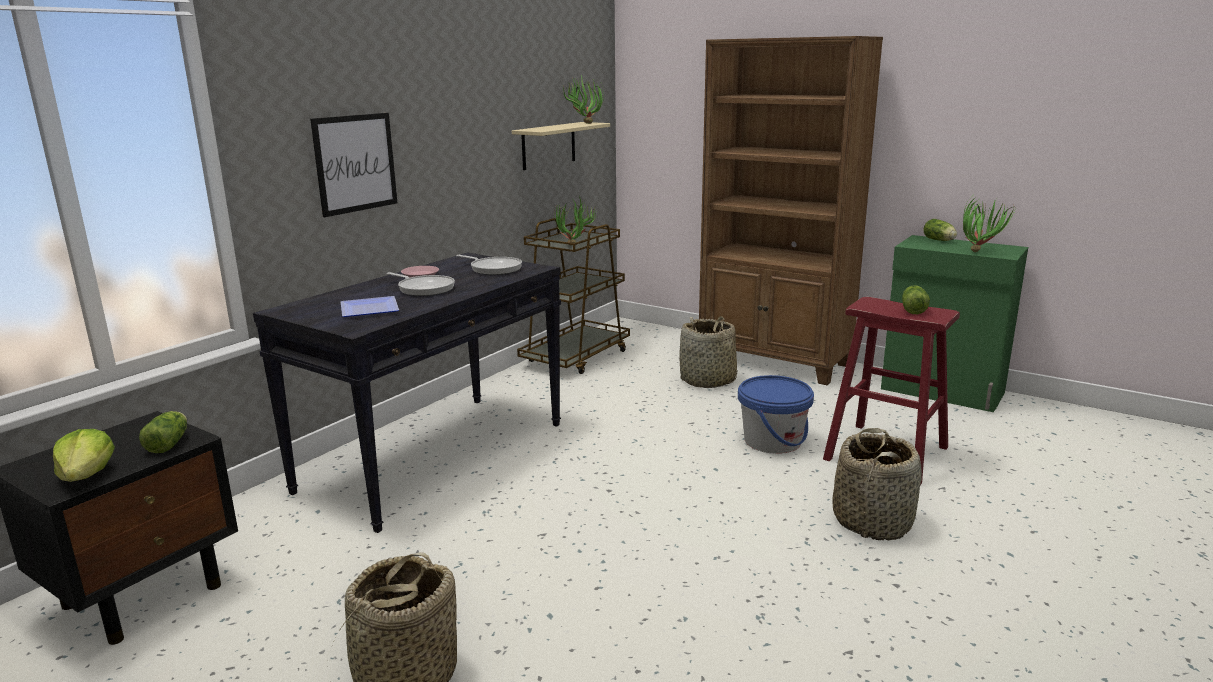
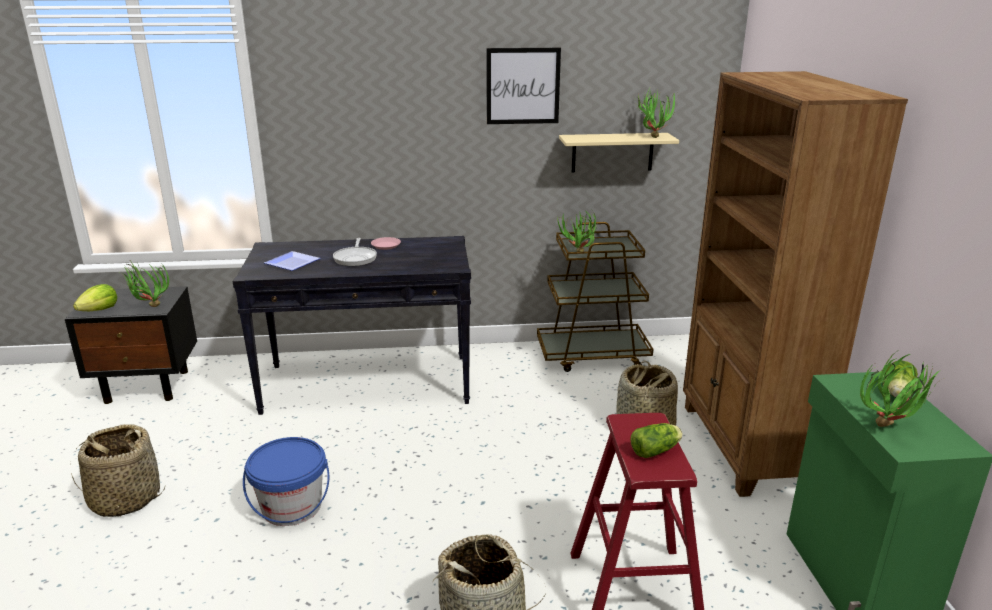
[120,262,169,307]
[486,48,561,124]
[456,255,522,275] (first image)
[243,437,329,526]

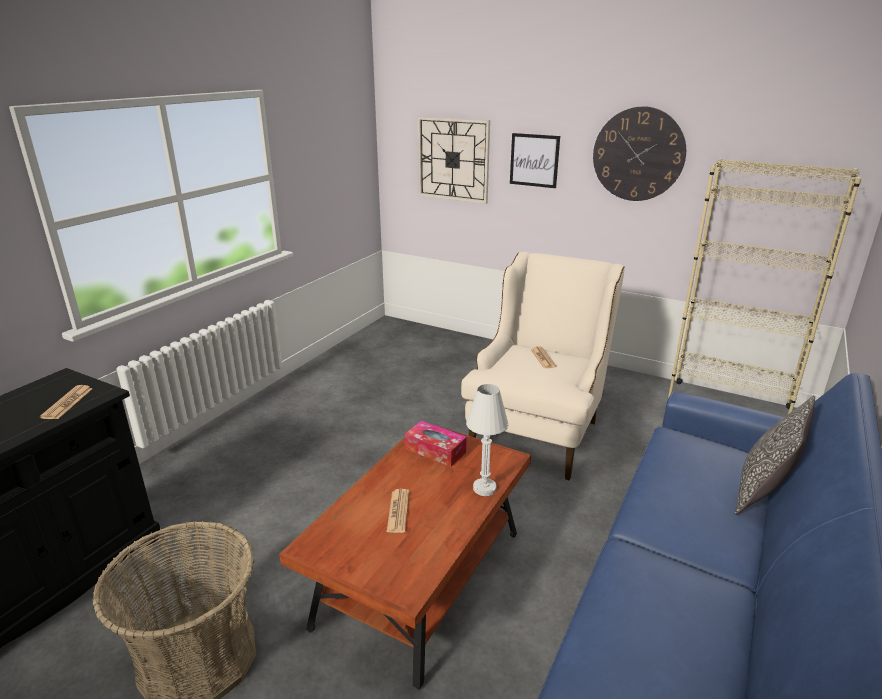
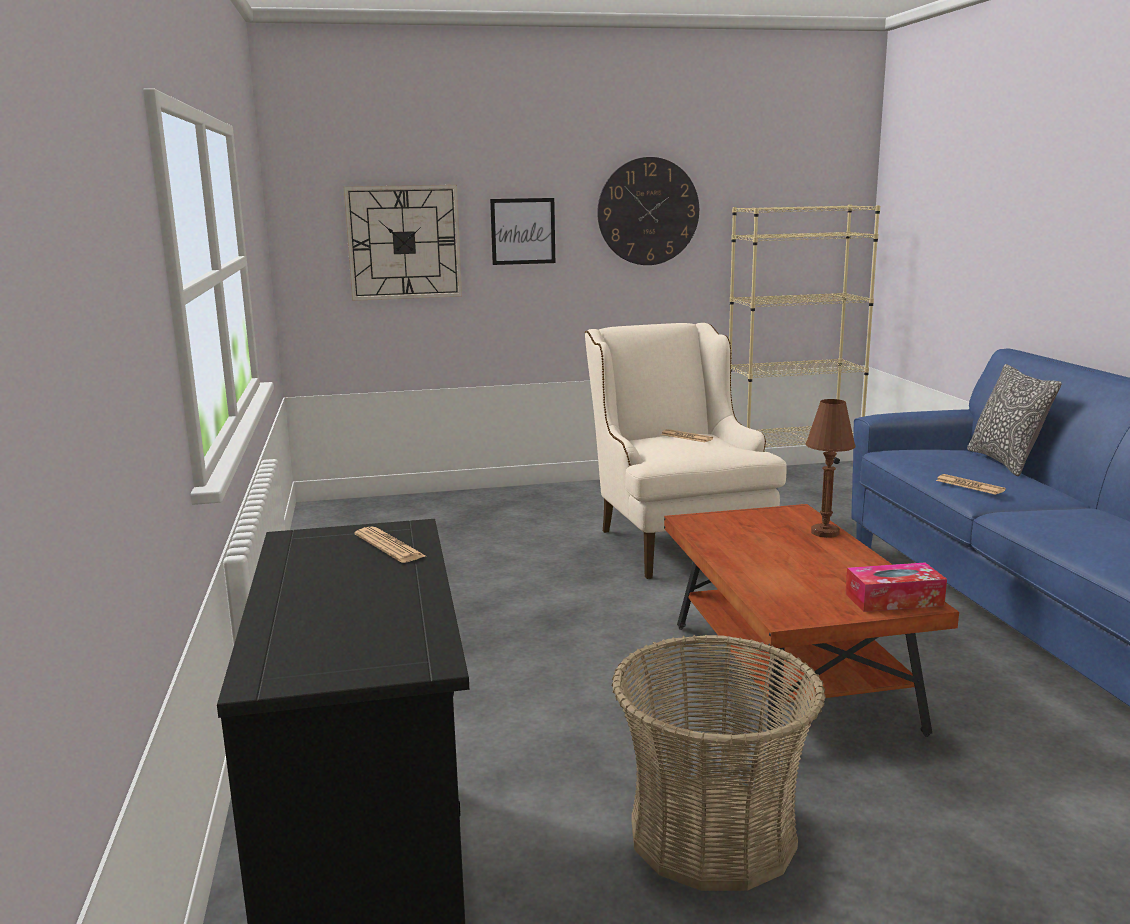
[936,474,1006,495]
[845,562,947,612]
[806,399,856,538]

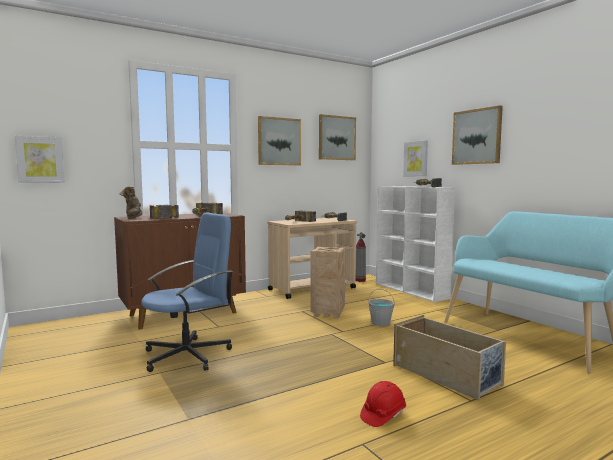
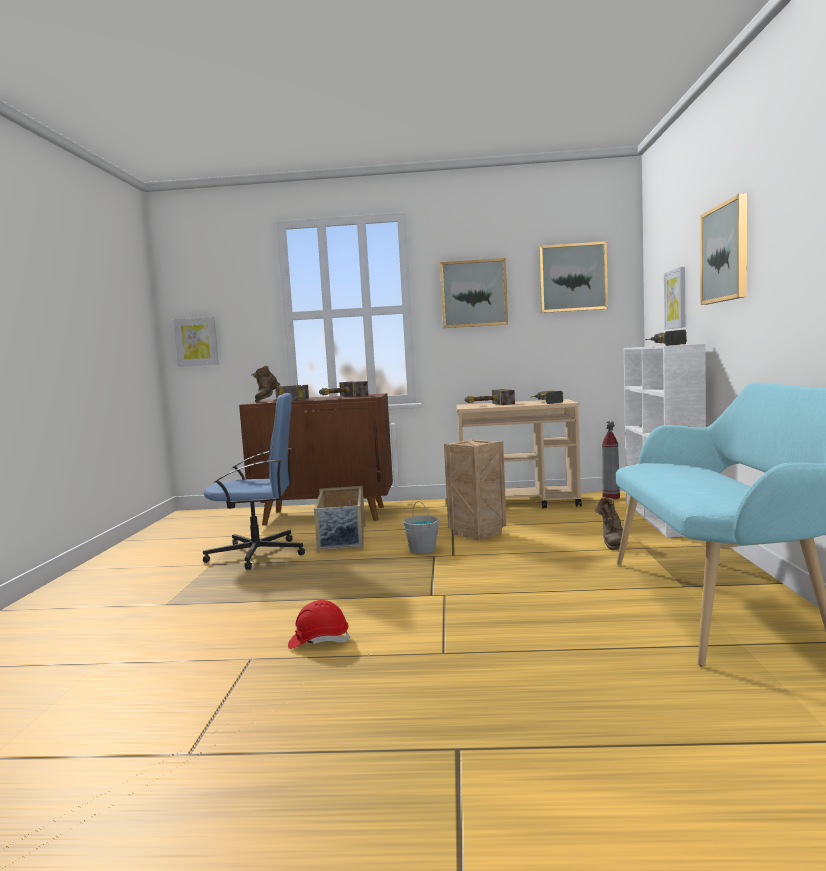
[403,501,439,554]
[314,486,365,552]
[595,497,623,550]

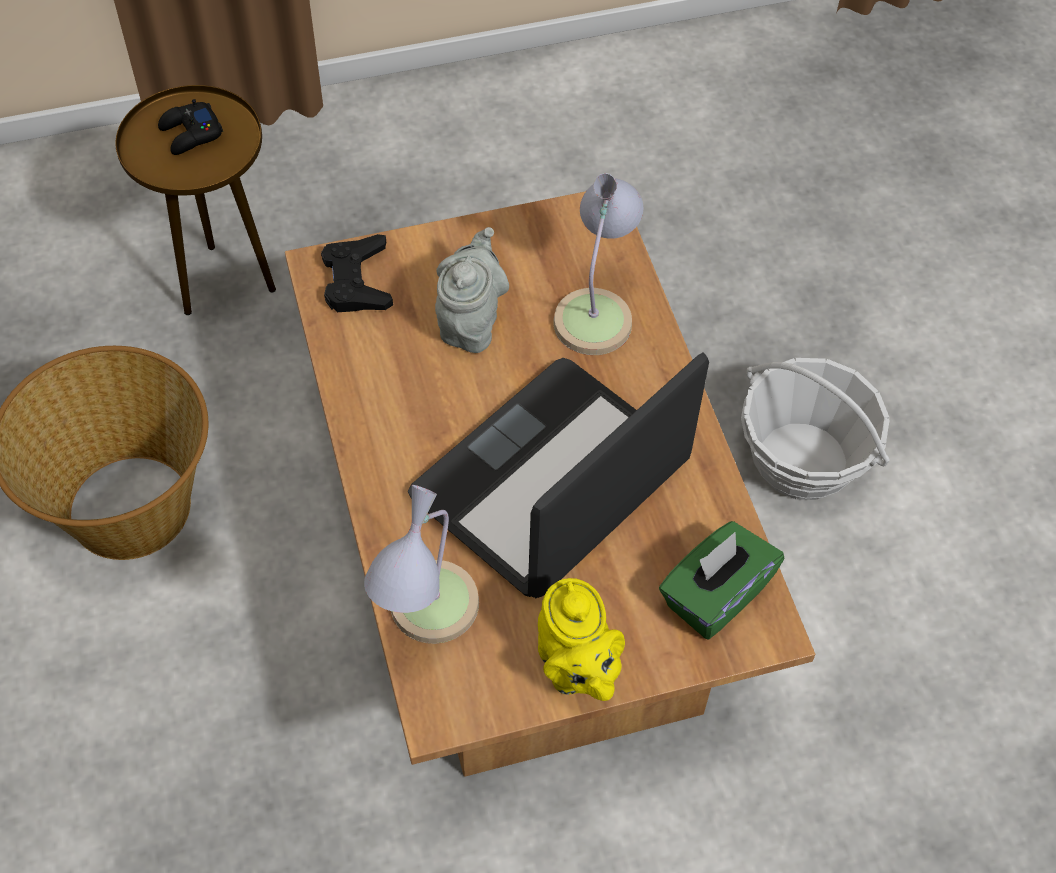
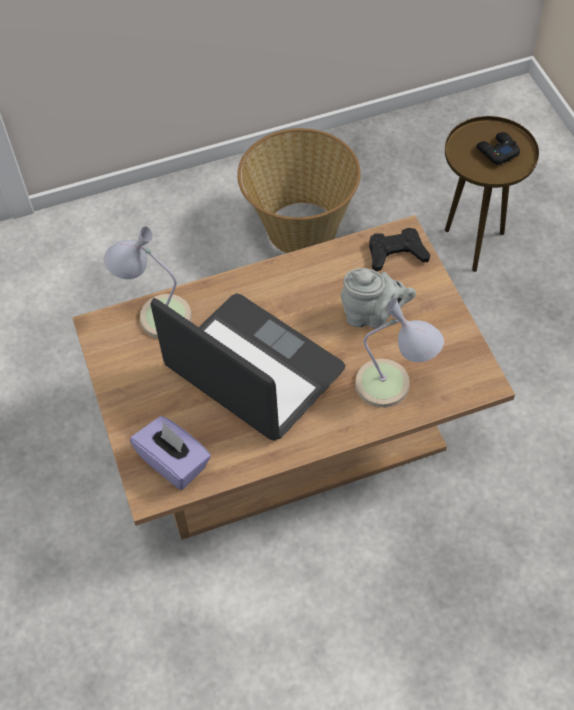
[538,578,625,701] (first image)
[130,416,211,490]
[741,358,890,500] (first image)

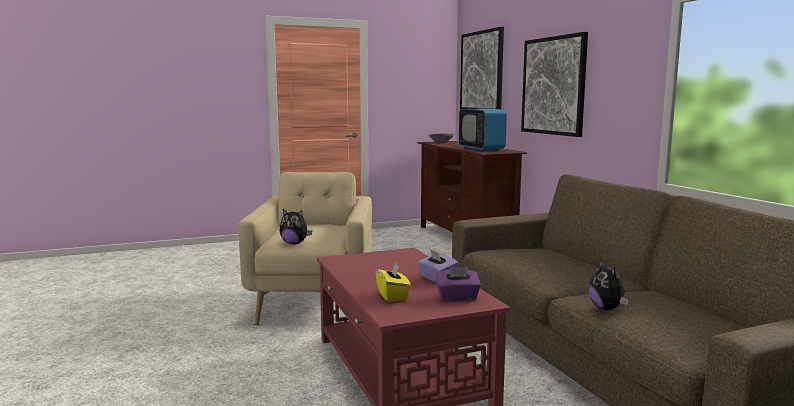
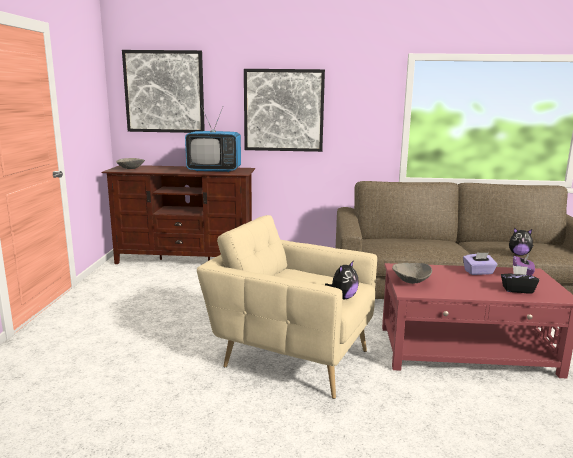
[501,266,539,293]
[392,263,432,284]

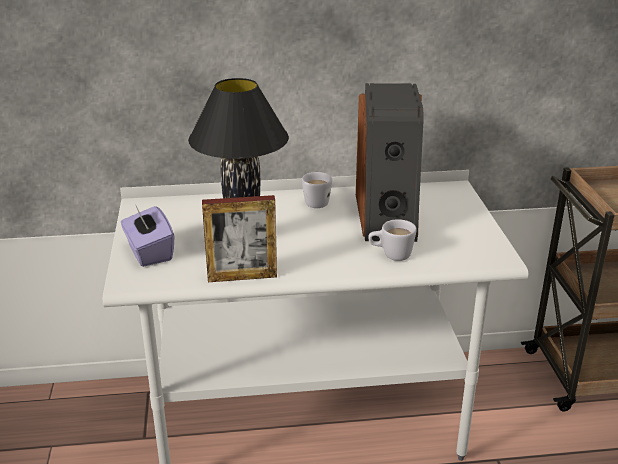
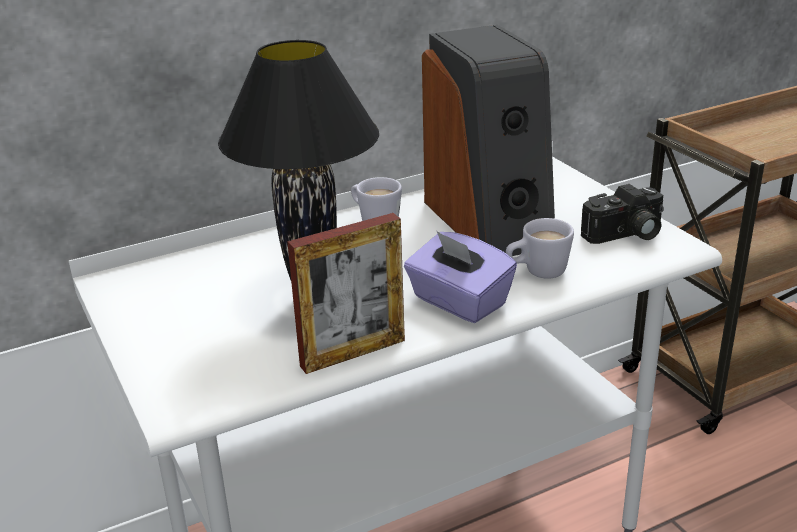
[404,231,517,323]
[581,184,664,244]

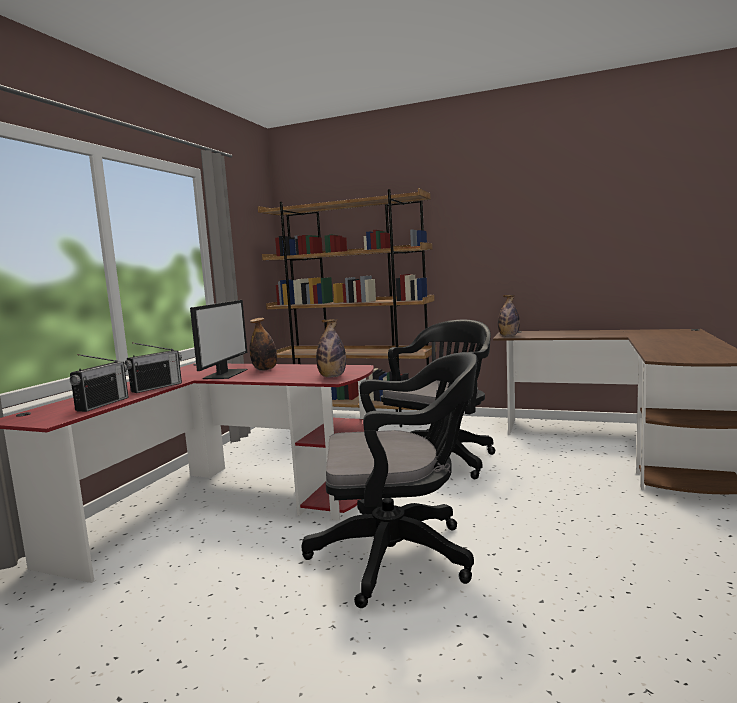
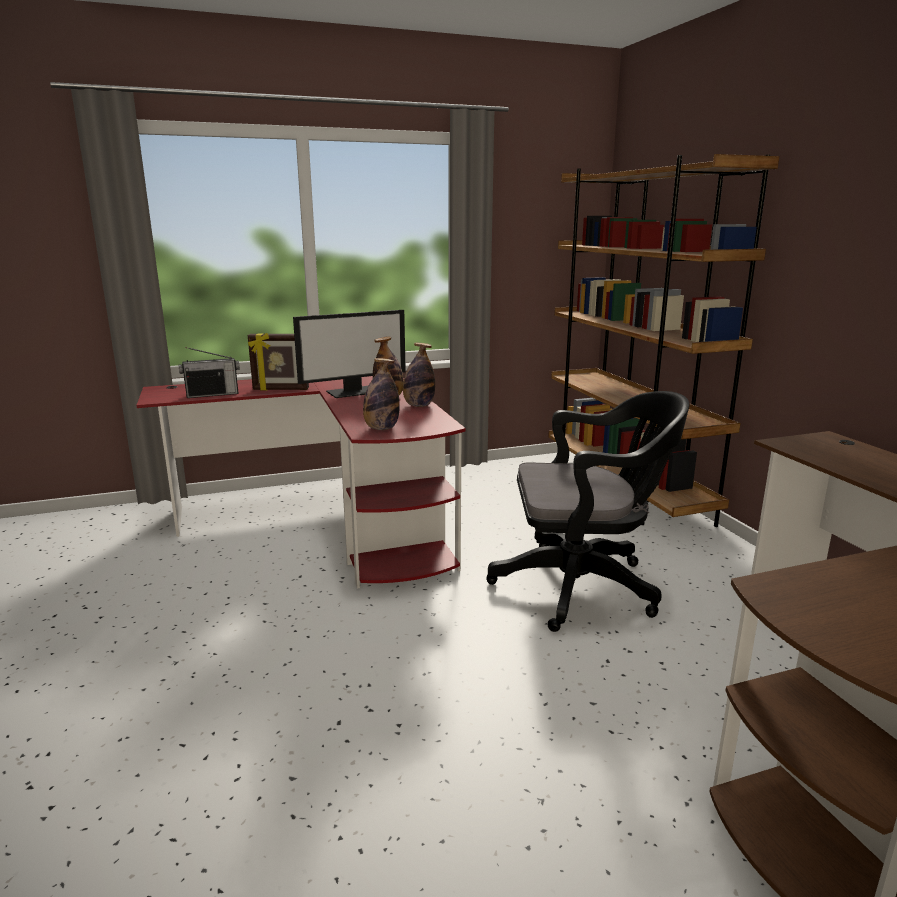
[248,333,309,390]
[302,352,478,608] (first image)
[403,343,435,407]

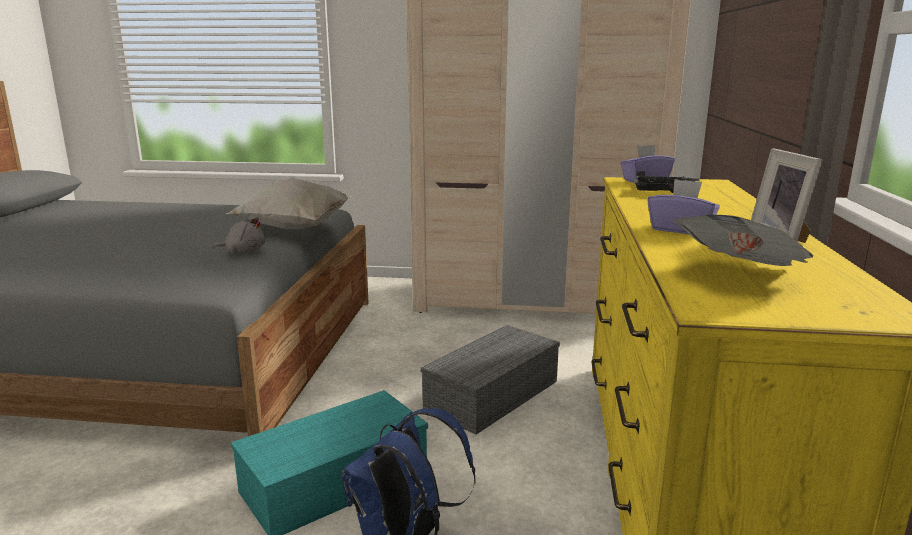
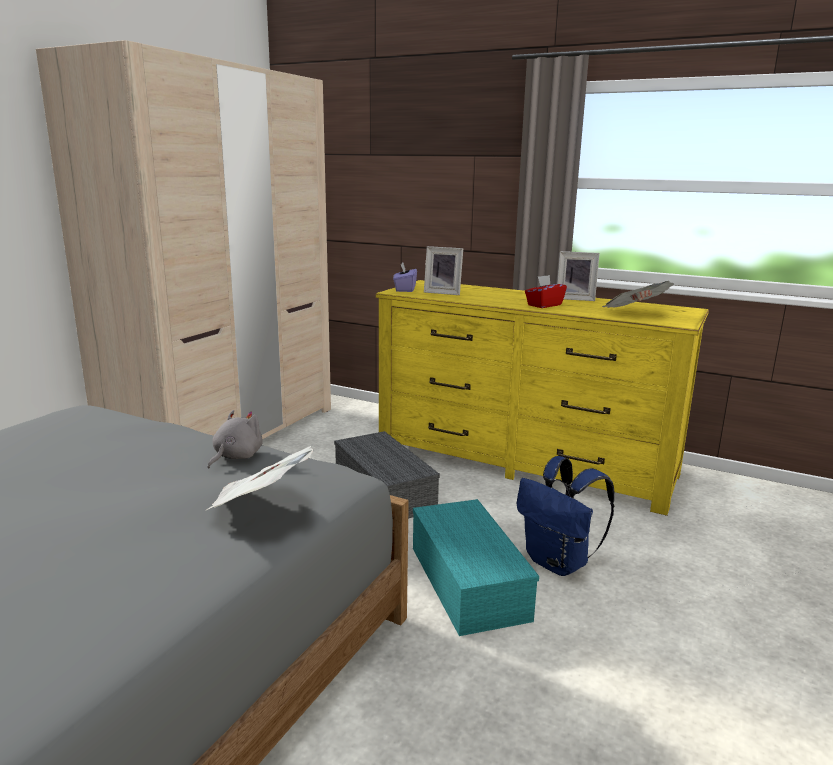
[226,178,351,229] (first image)
[424,246,463,295]
[525,275,567,308]
[207,446,314,510]

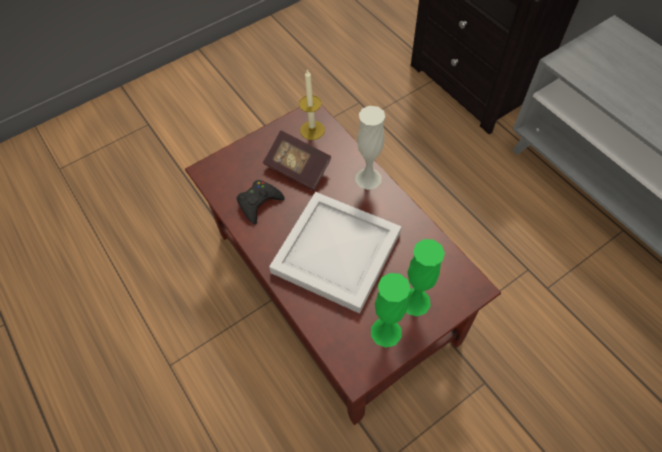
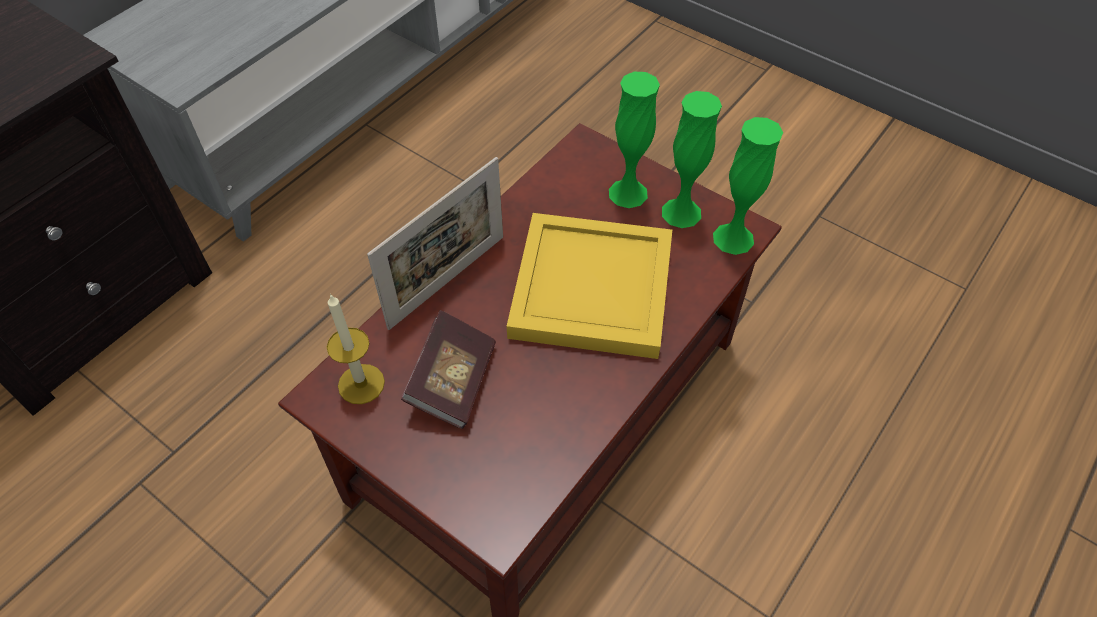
[237,180,285,224] (first image)
[507,213,672,359]
[367,157,503,330]
[713,117,783,255]

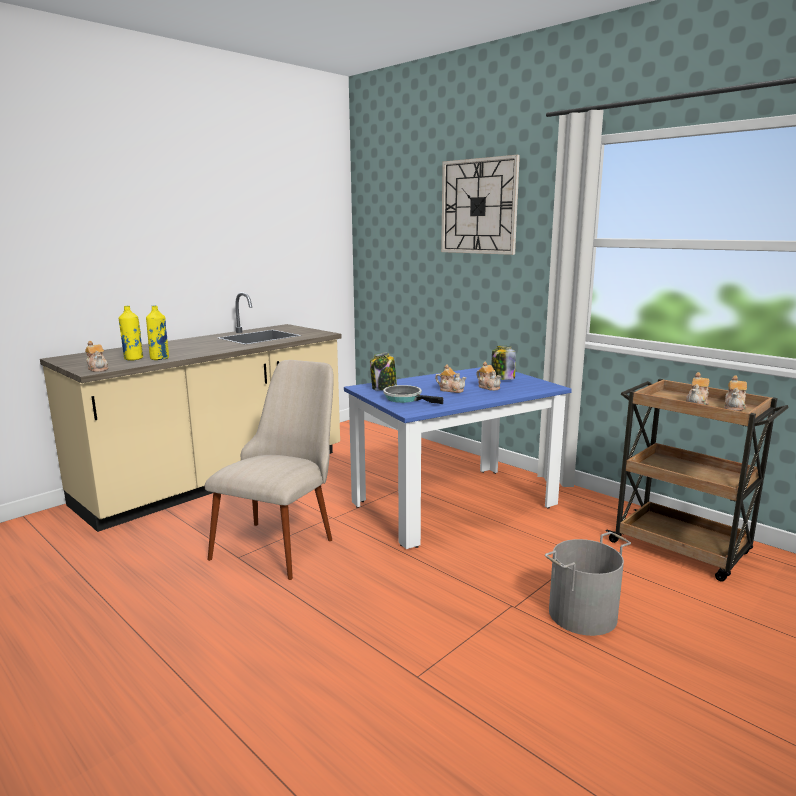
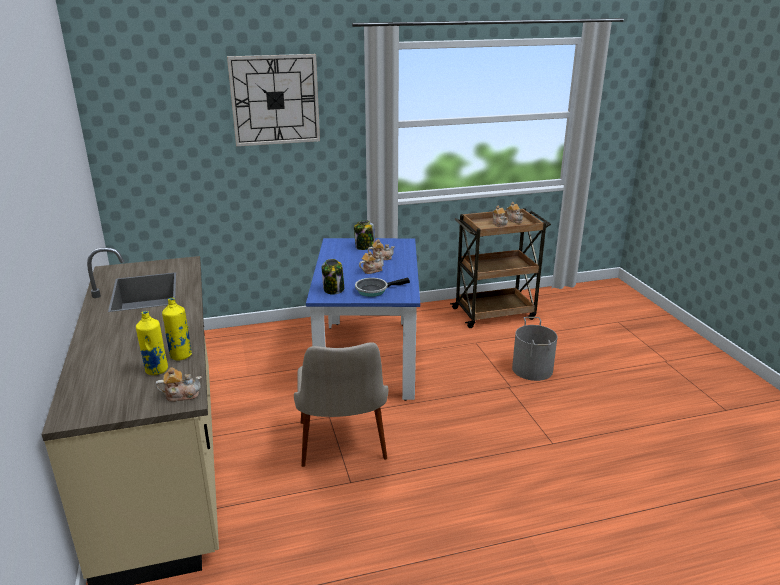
[294,342,388,467]

